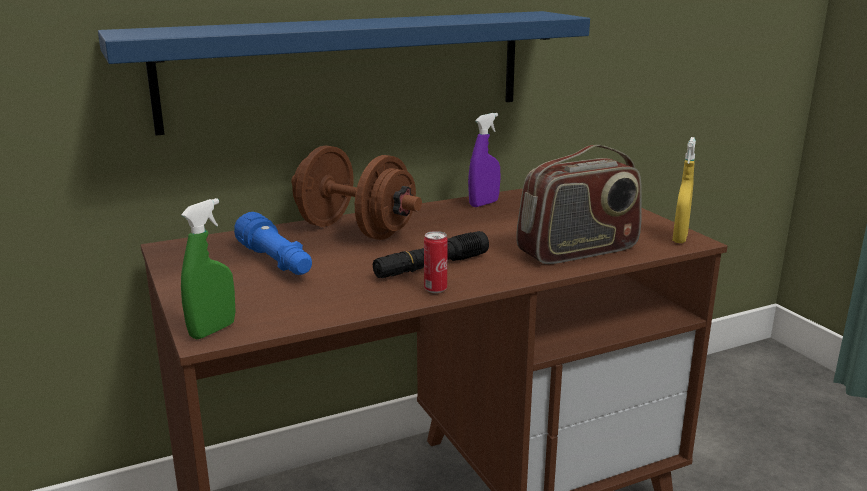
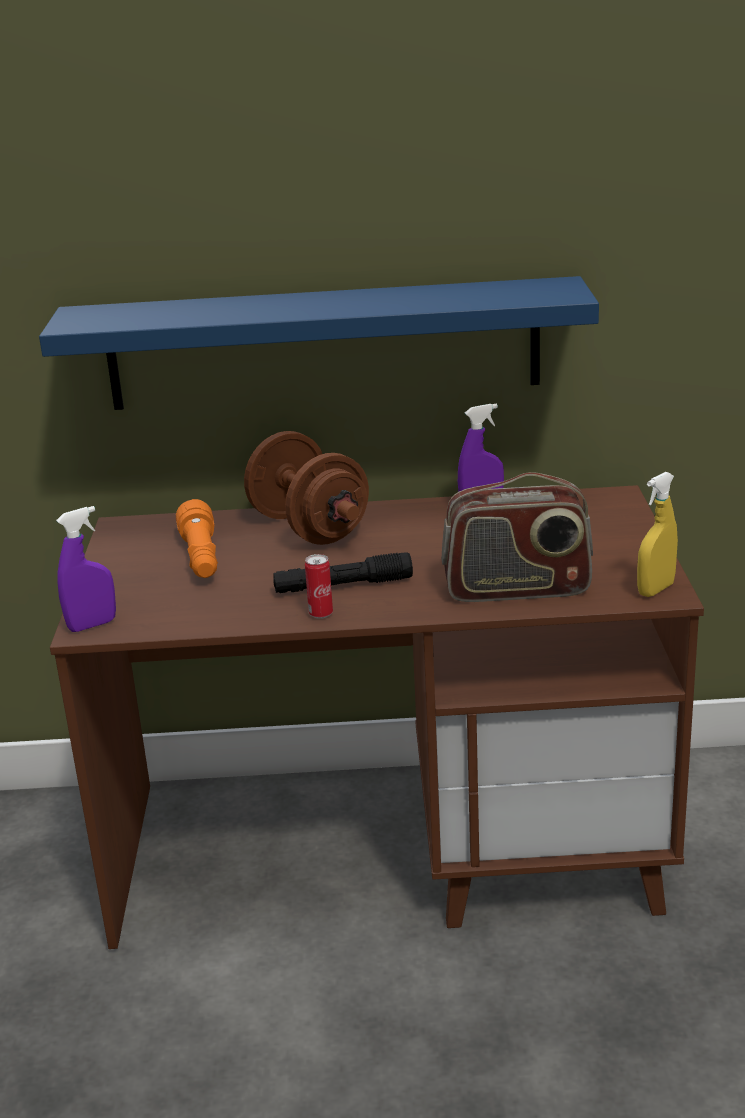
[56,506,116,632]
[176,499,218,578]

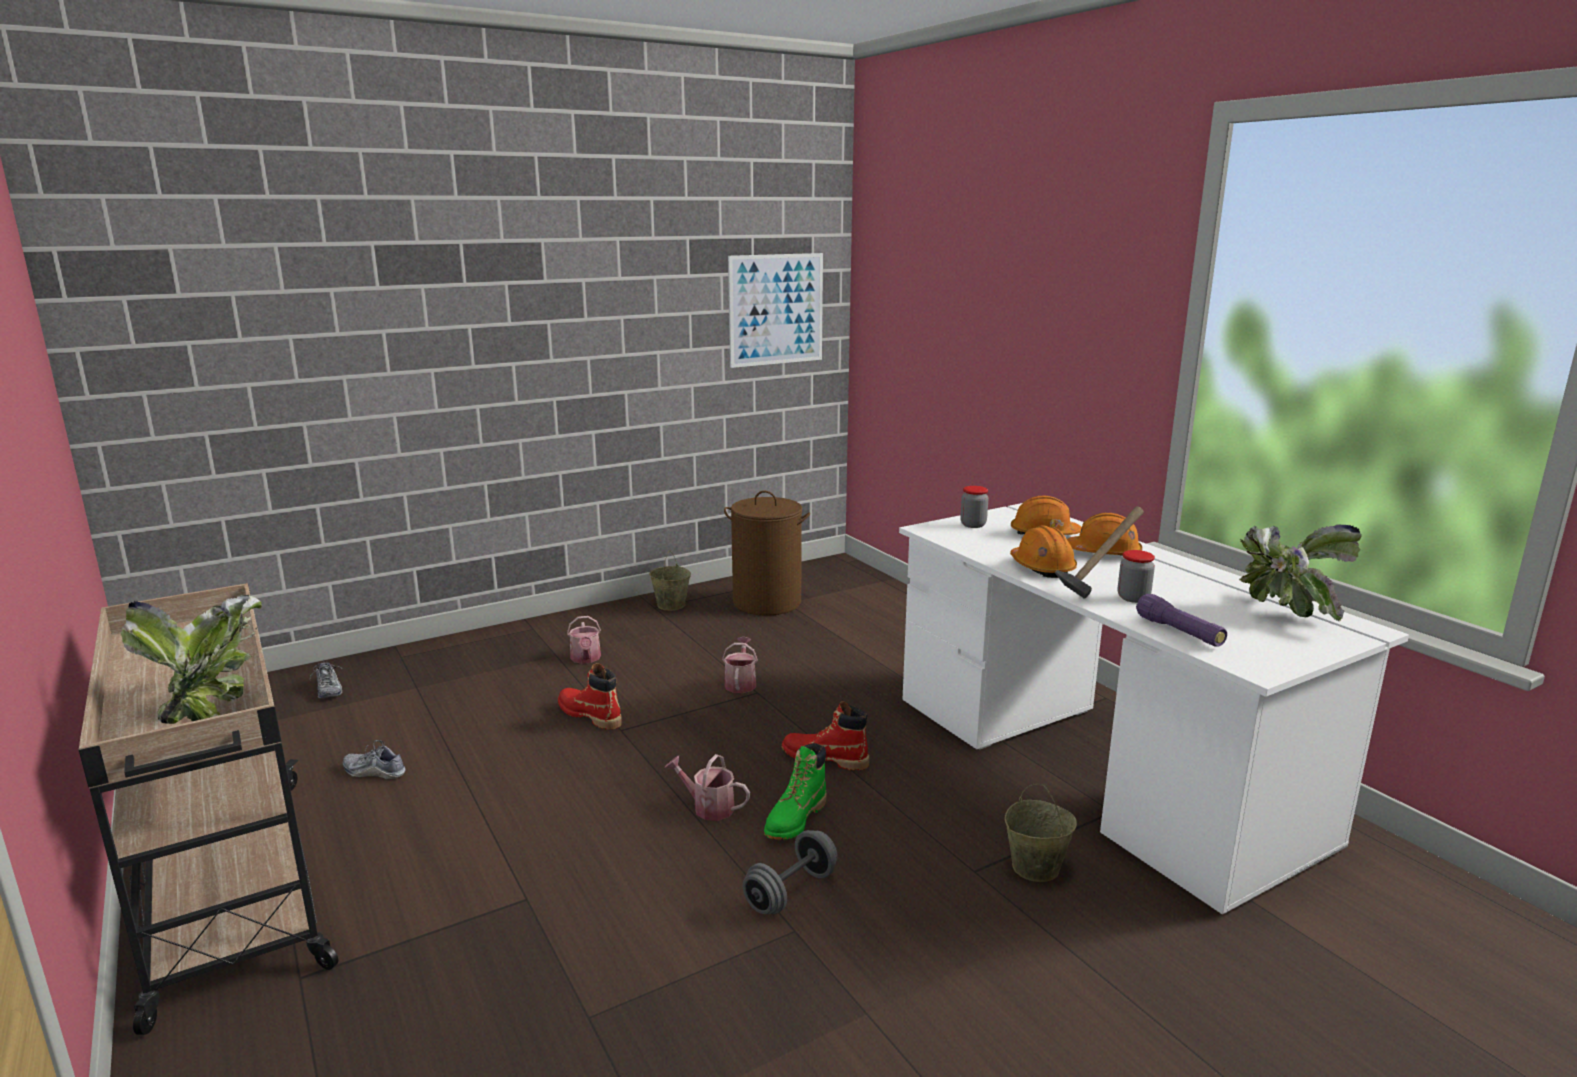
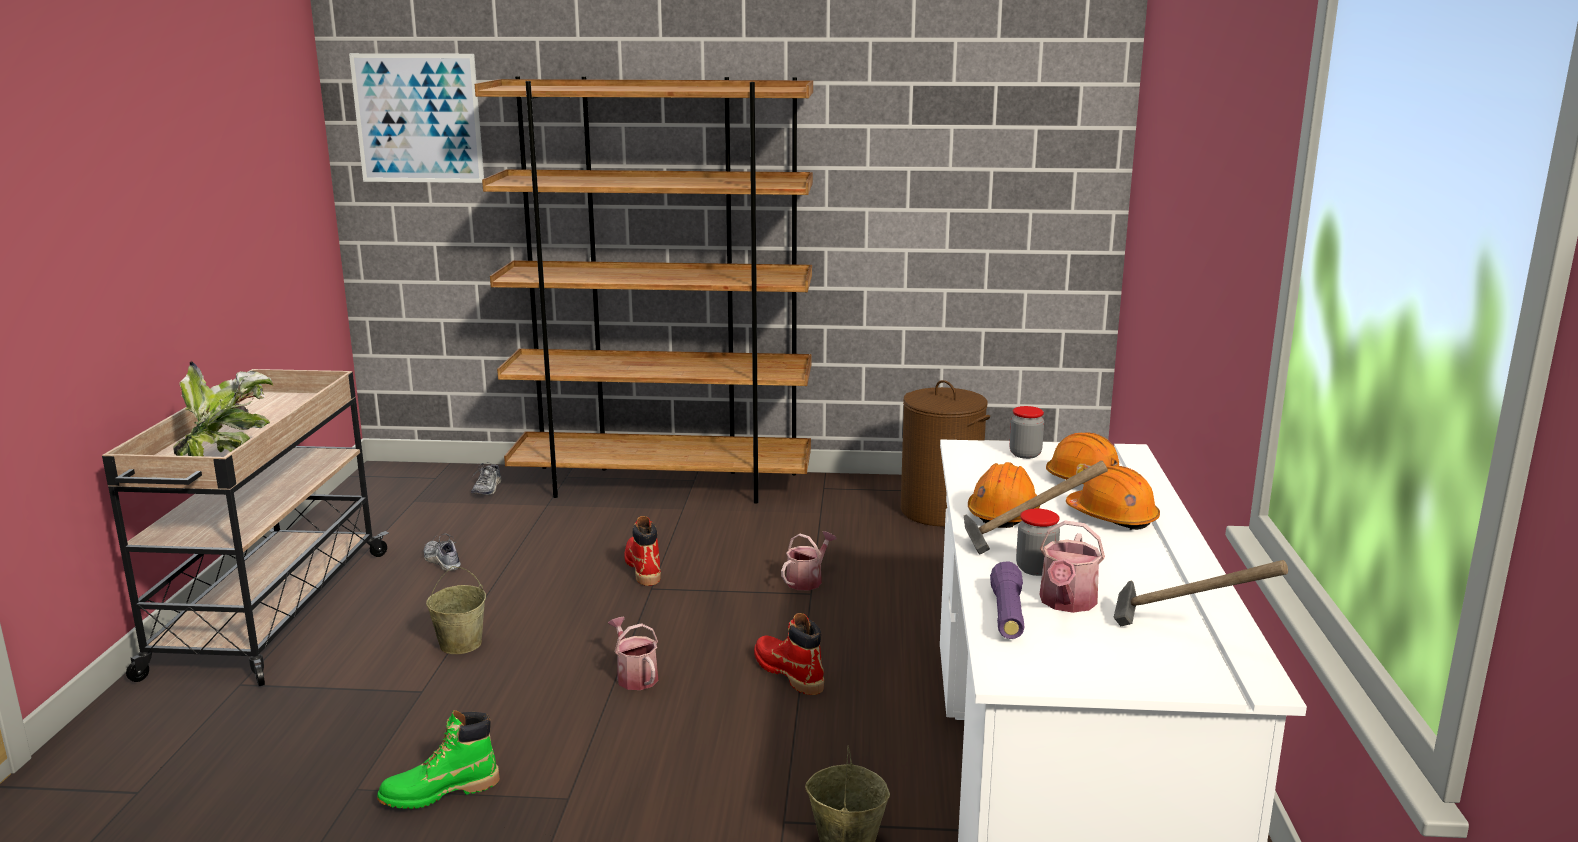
[1039,520,1105,613]
[426,566,486,654]
[349,53,484,183]
[743,830,838,914] (first image)
[377,710,500,809]
[1114,560,1288,626]
[475,76,813,504]

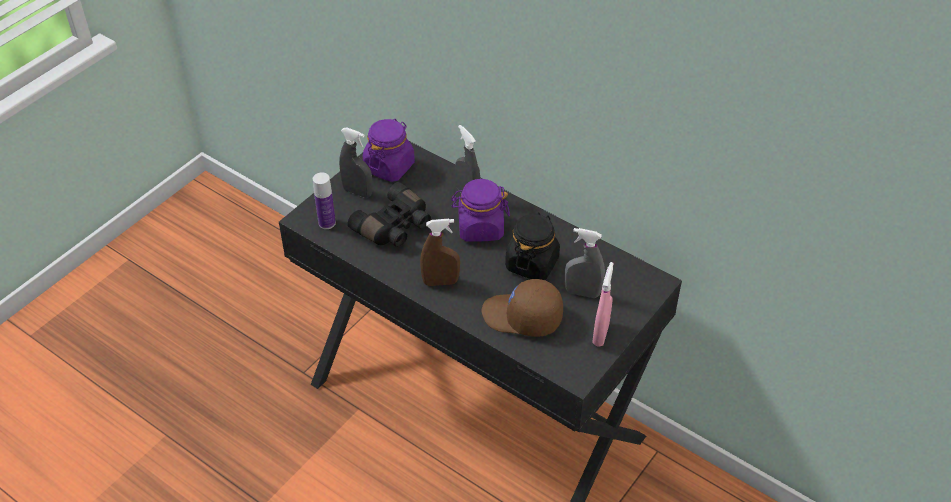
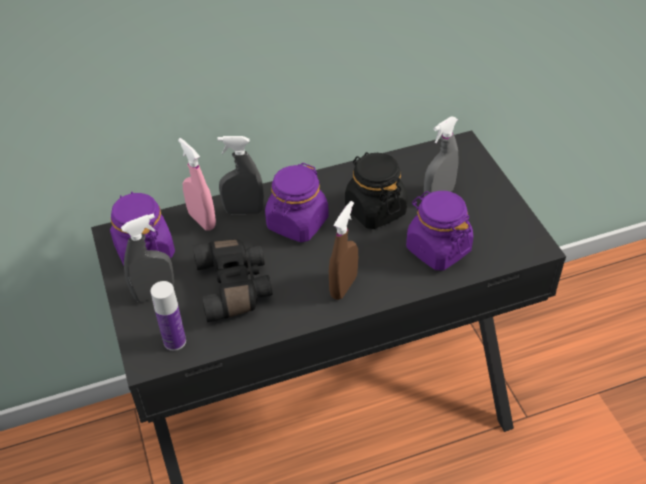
[406,191,473,270]
[178,138,216,231]

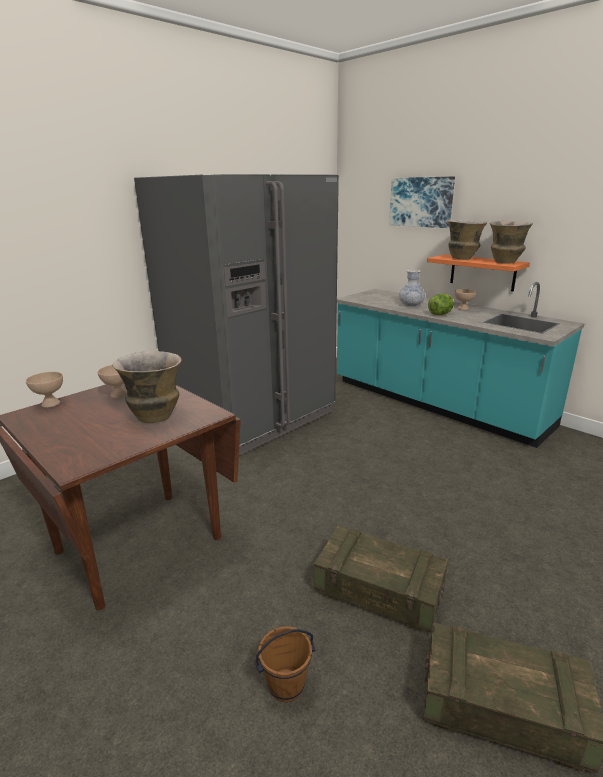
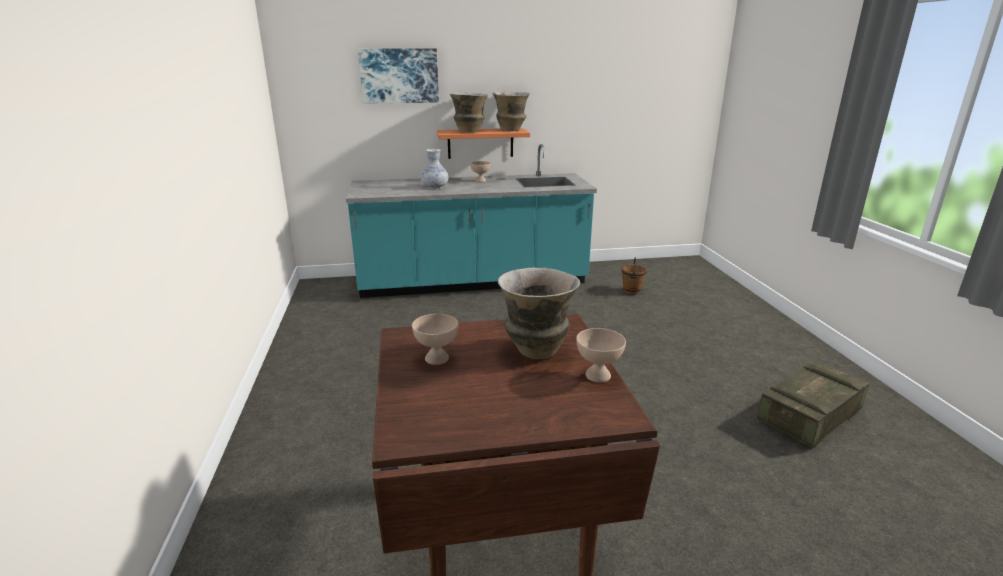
[576,328,626,383]
[134,174,339,455] (first image)
[621,258,647,295]
[314,526,448,633] (first image)
[428,294,454,315] (first image)

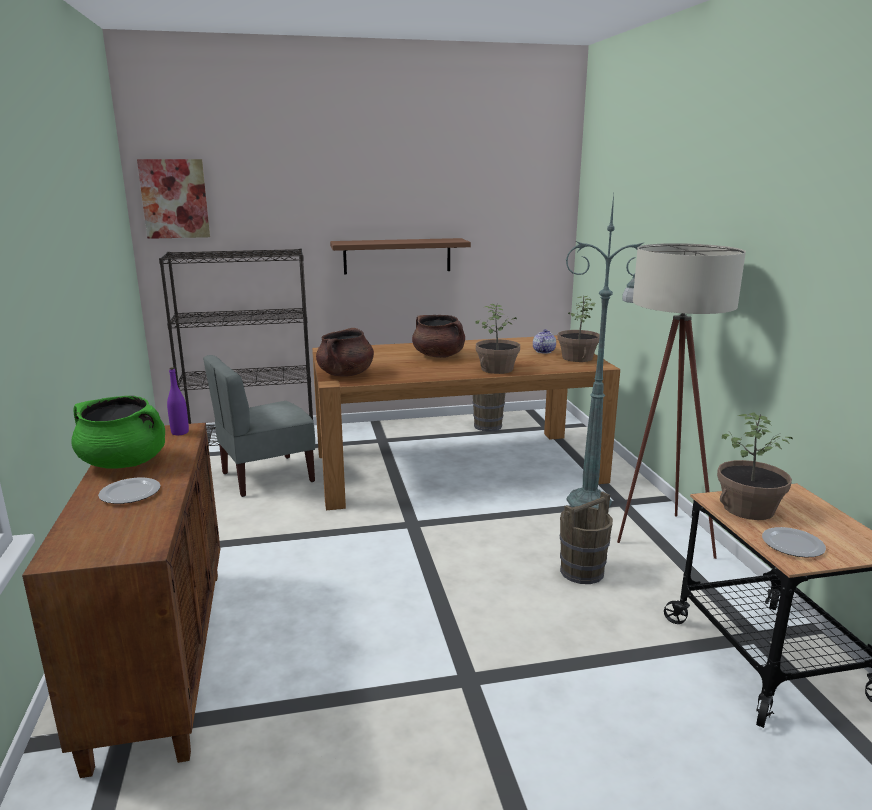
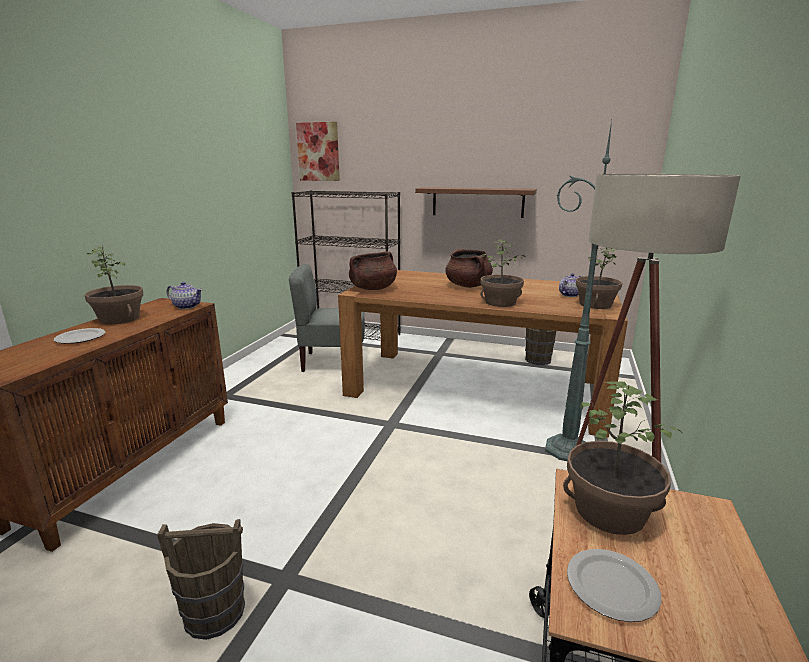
[84,245,143,324]
[166,282,203,309]
[157,519,245,640]

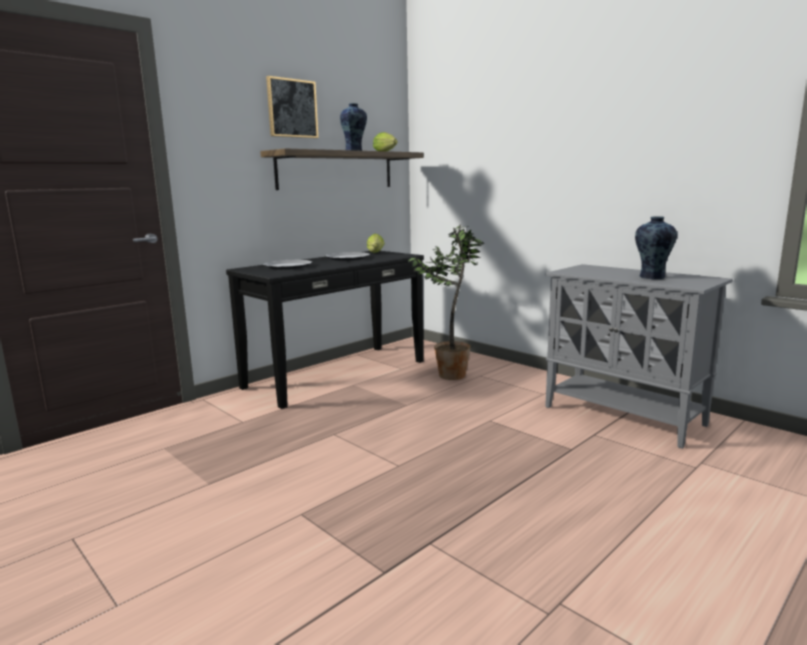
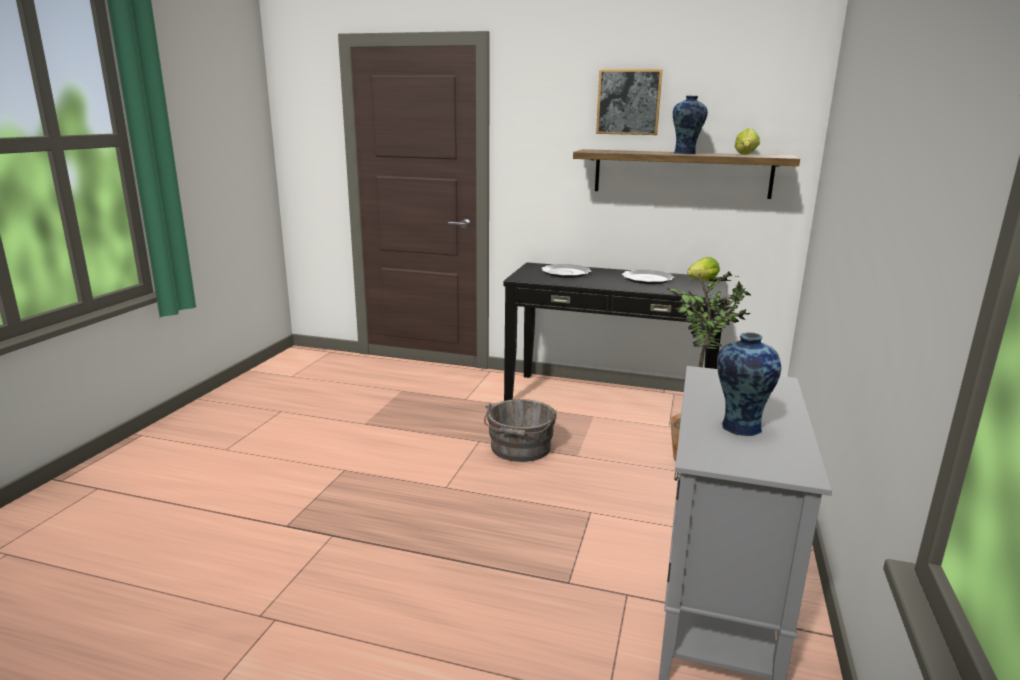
[484,399,557,462]

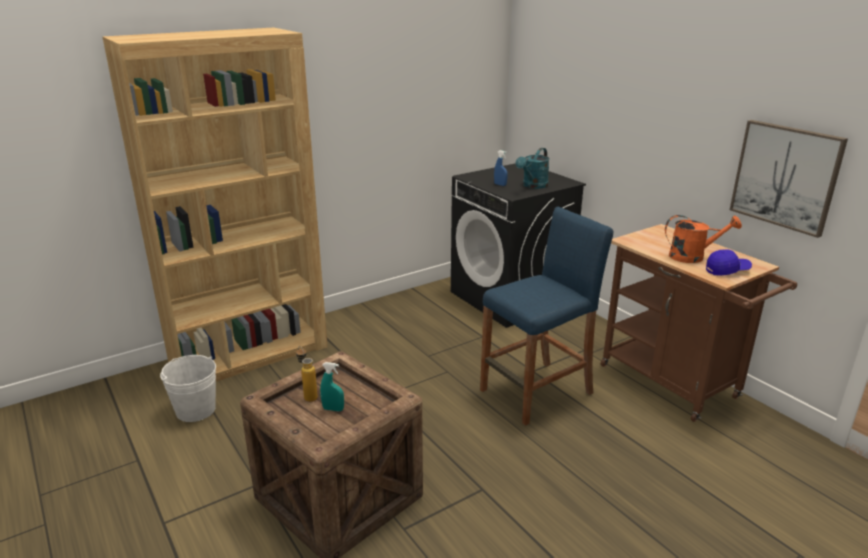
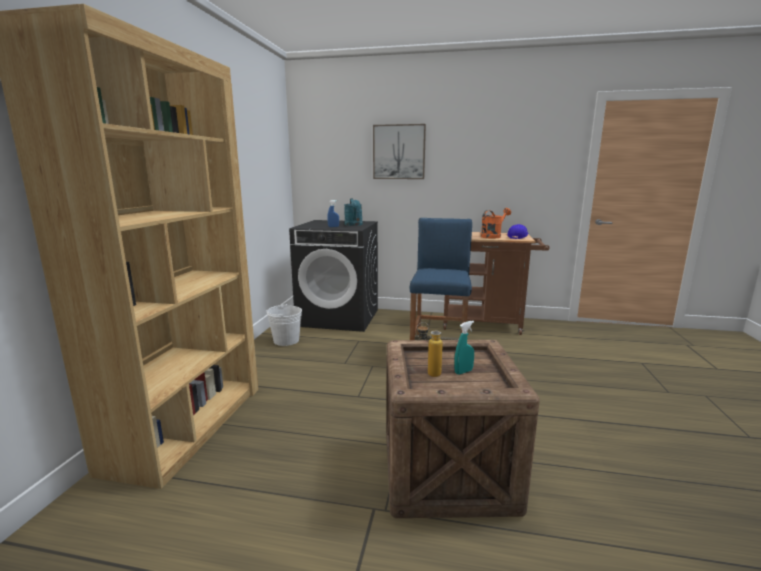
[266,304,302,346]
[373,124,426,179]

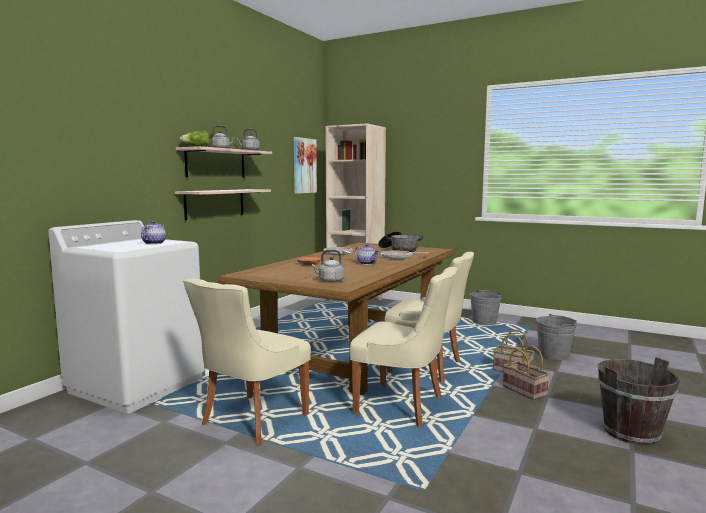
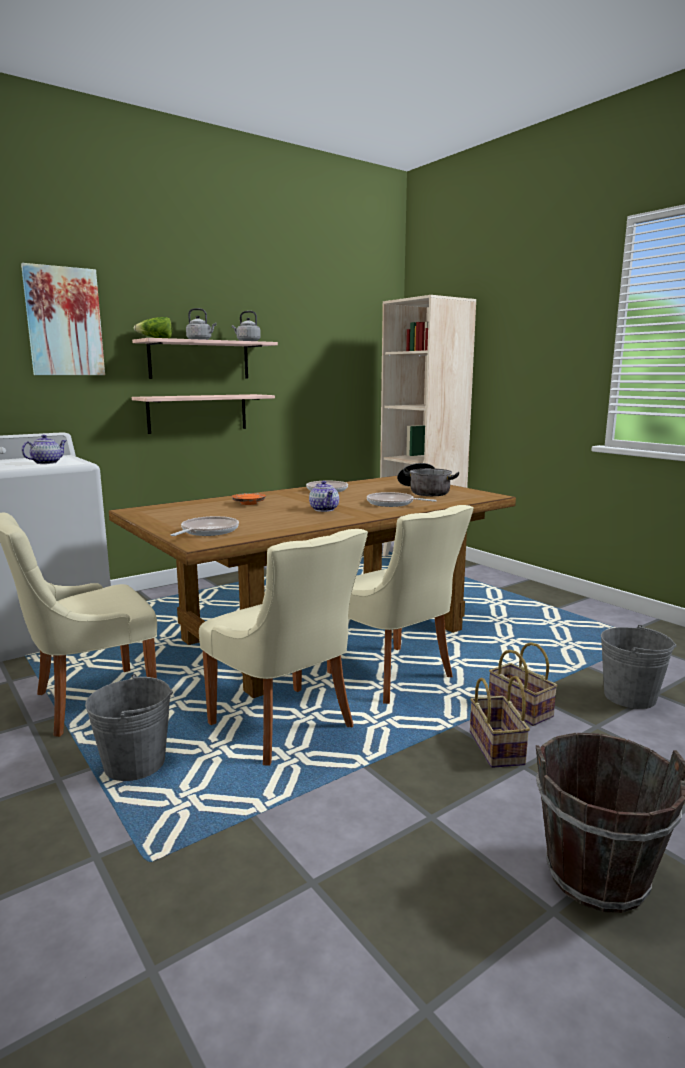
[21,263,105,375]
[171,516,239,536]
[85,674,173,781]

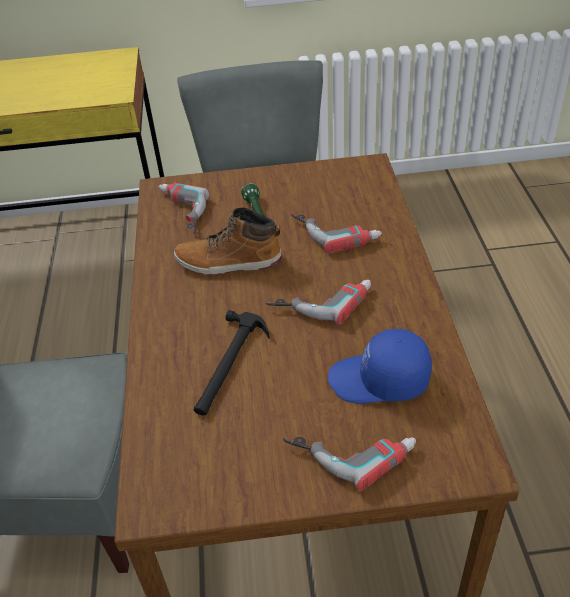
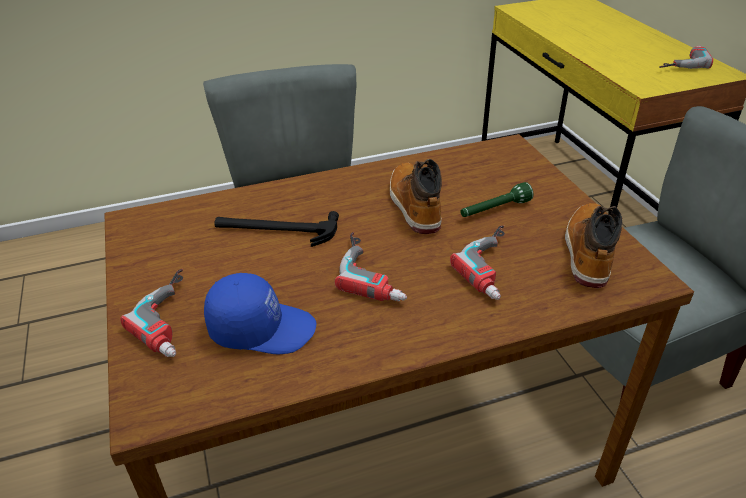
[659,45,713,69]
[204,273,316,355]
[565,203,623,288]

